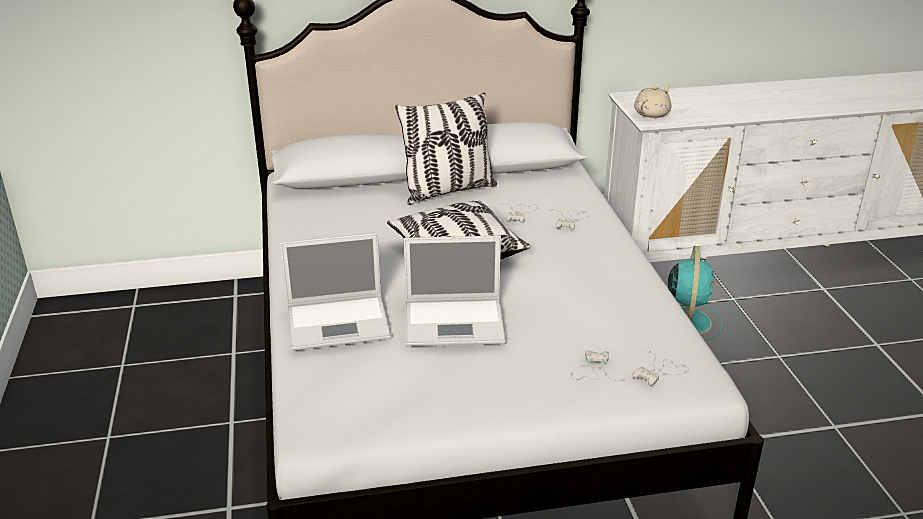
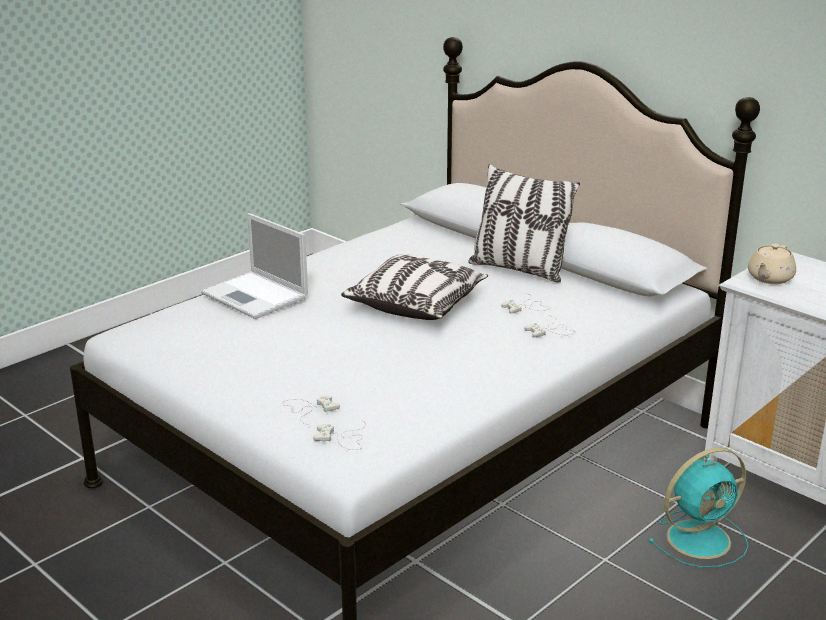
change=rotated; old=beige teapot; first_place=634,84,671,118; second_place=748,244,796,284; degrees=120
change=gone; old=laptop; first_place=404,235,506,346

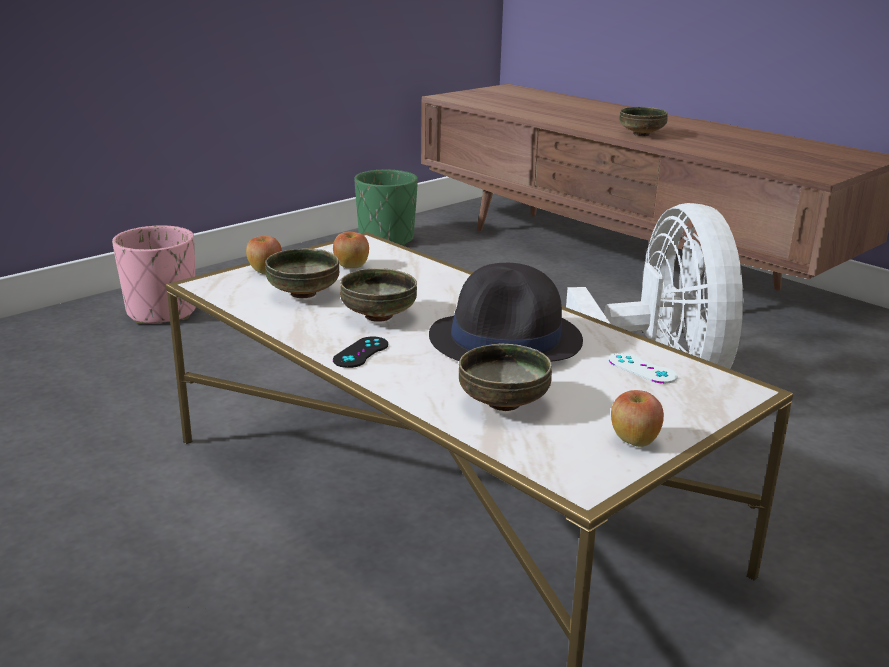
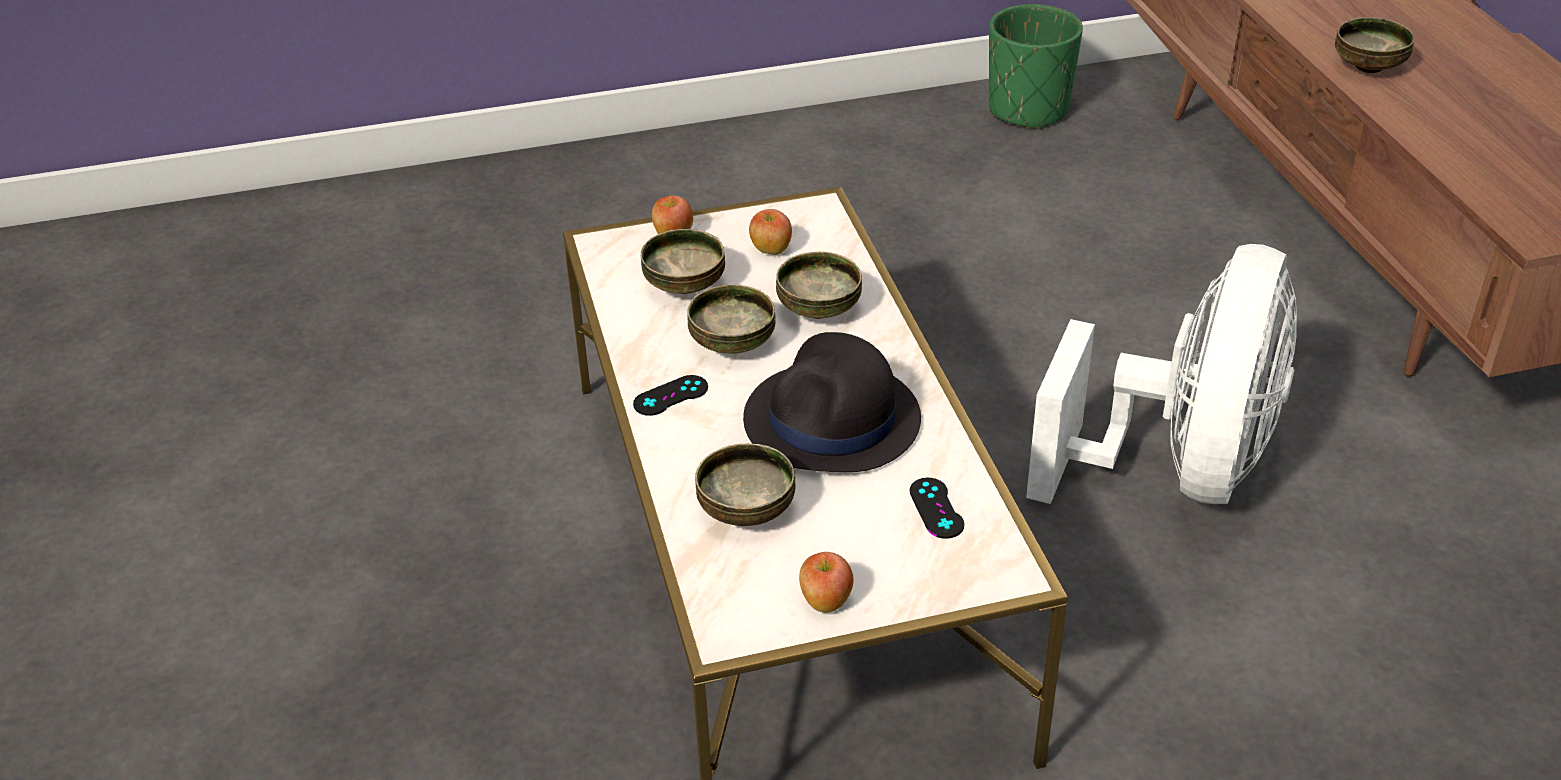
change=new; new=bowl; second_place=776,252,862,319
change=repainted; old=white game controller; new=black game controller; first_place=609,353,678,384; second_place=909,478,964,539
change=gone; old=pink planter; first_place=112,225,196,324

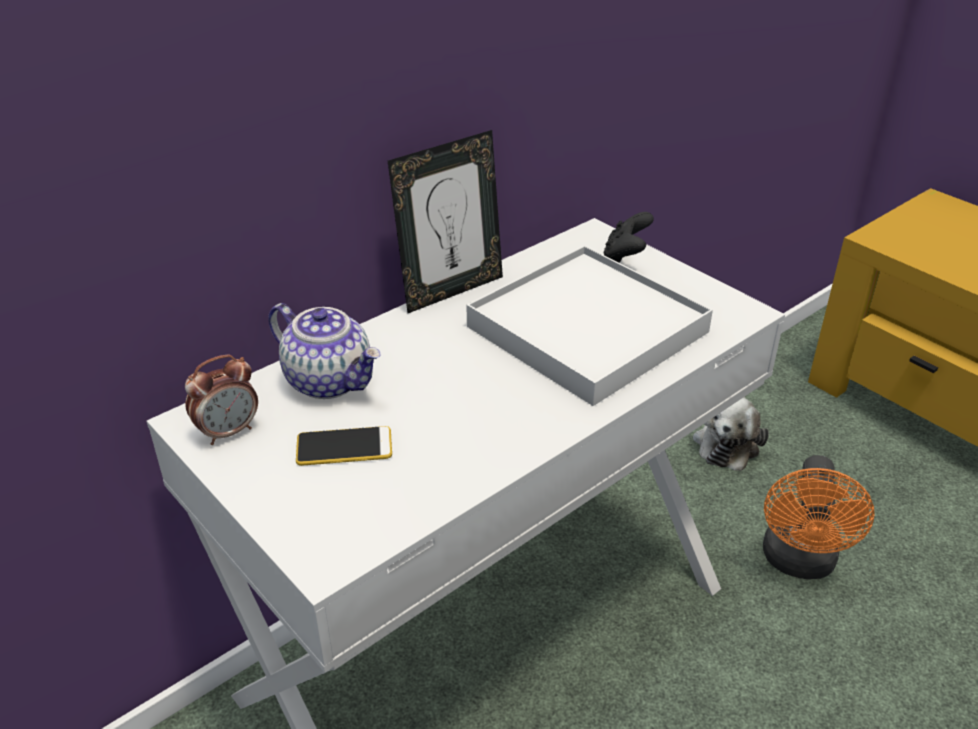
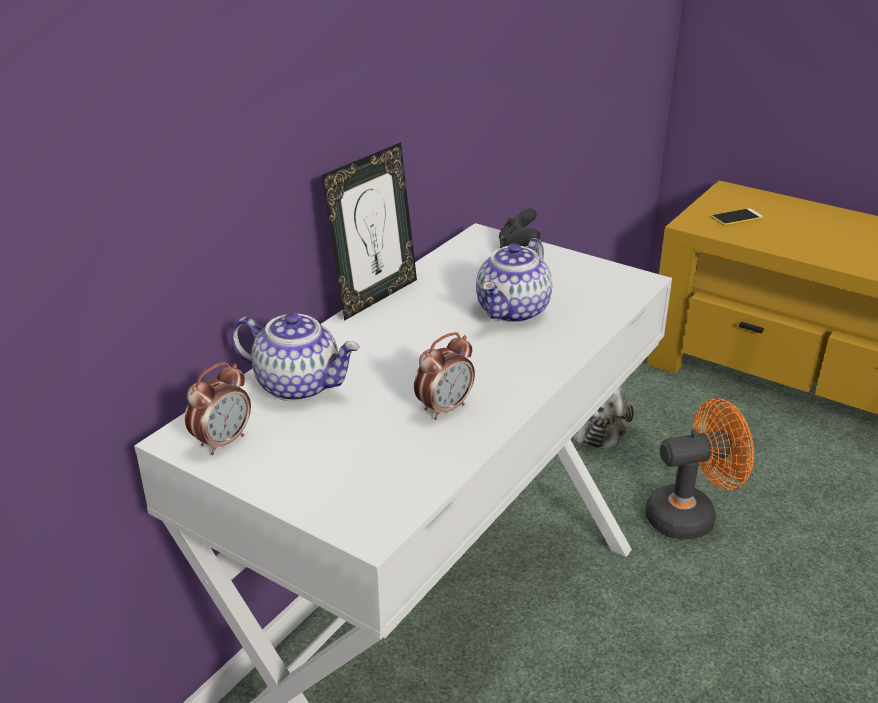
change=new; new=alarm clock; second_place=414,332,475,420
change=swapped; old=white tray; new=teapot; first_place=467,245,713,406; second_place=476,238,552,323
change=rotated; old=orange fan; first_place=763,455,875,579; second_place=645,398,754,540; degrees=-105
change=shifted; old=phone; first_place=296,426,392,466; second_place=711,208,764,226

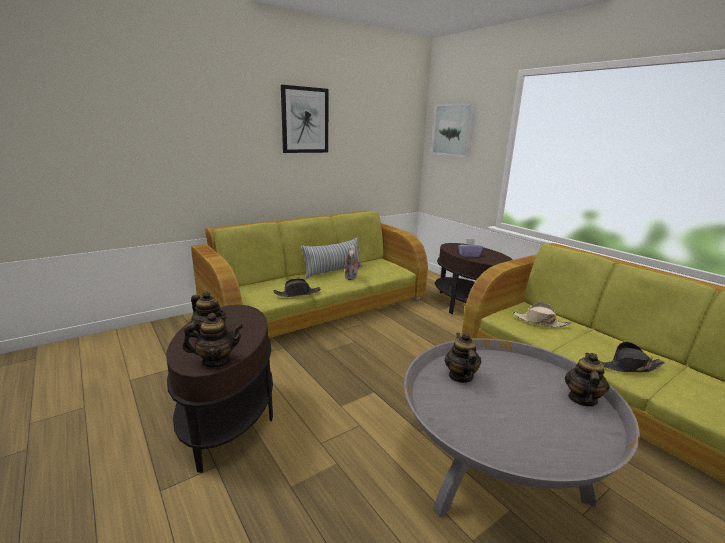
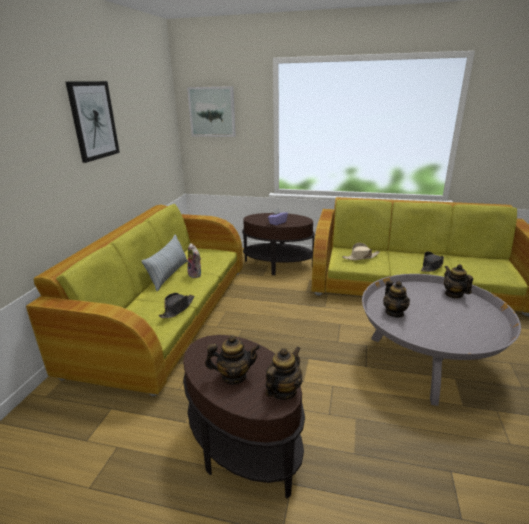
change=rotated; old=teapot; first_place=445,333,481,383; second_place=383,281,410,318; degrees=-150

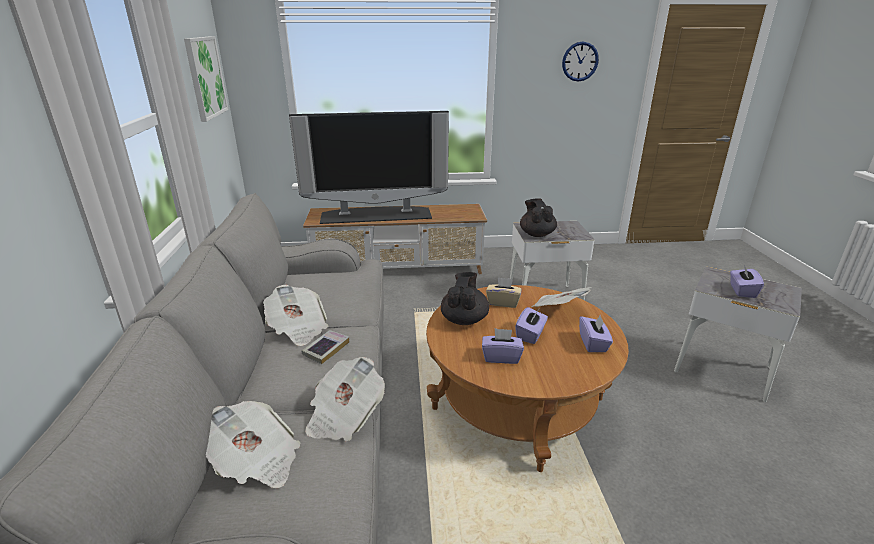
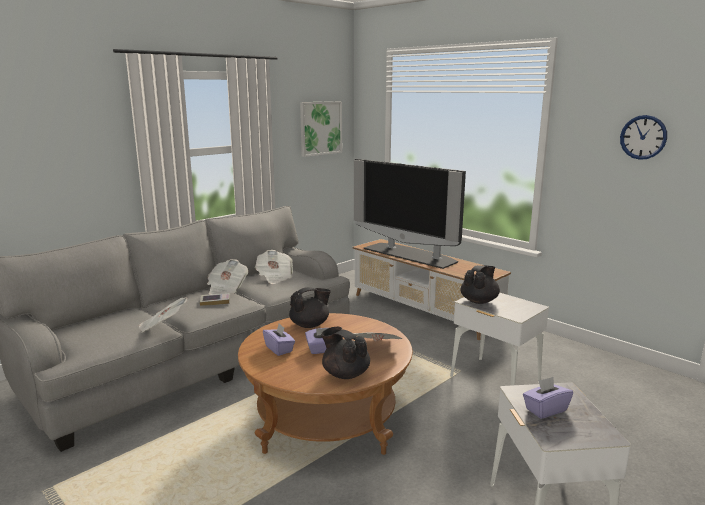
change=shifted; old=newspaper; first_place=206,401,300,488; second_place=255,250,293,284
change=swapped; old=purple tissue box; new=black teapot; first_place=579,315,613,352; second_place=321,327,370,379
change=gone; old=beige tissue box; first_place=486,277,521,308

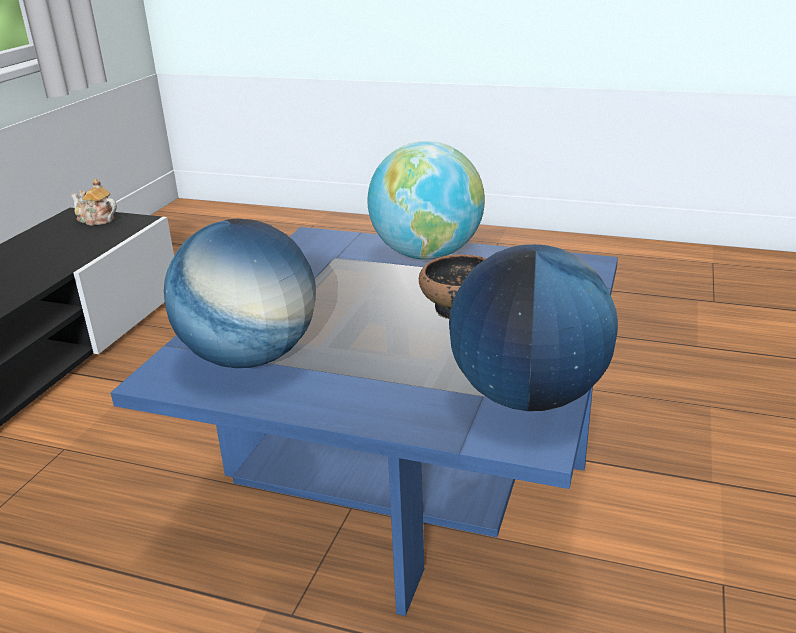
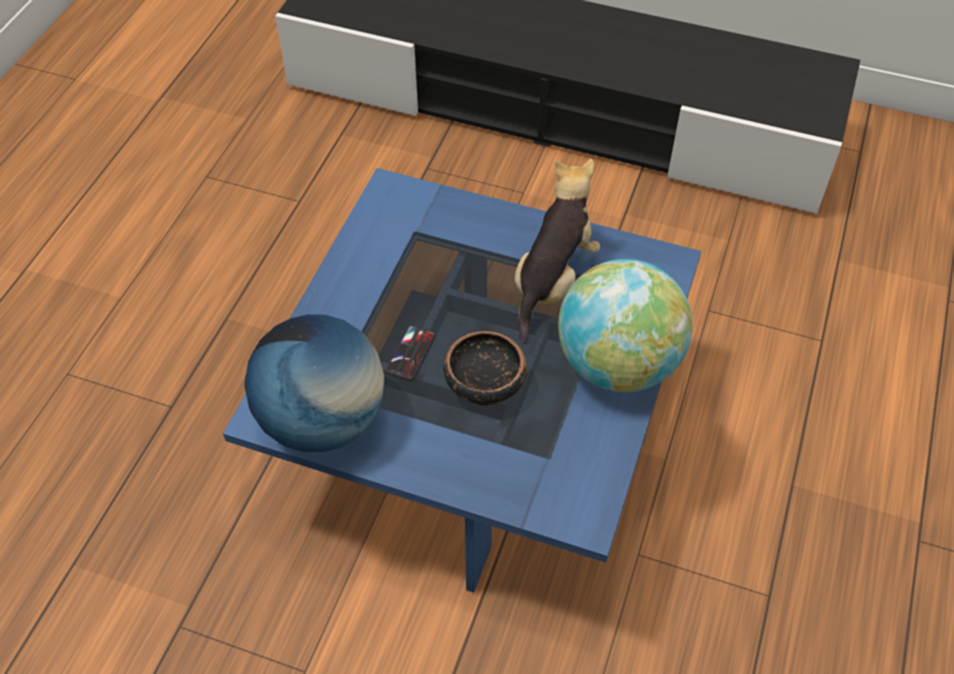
change=new; new=phone; second_place=386,325,435,381
change=new; new=plush toy; second_place=515,159,600,344
change=gone; old=teapot; first_place=70,179,117,226
change=gone; old=globe; first_place=164,219,316,368

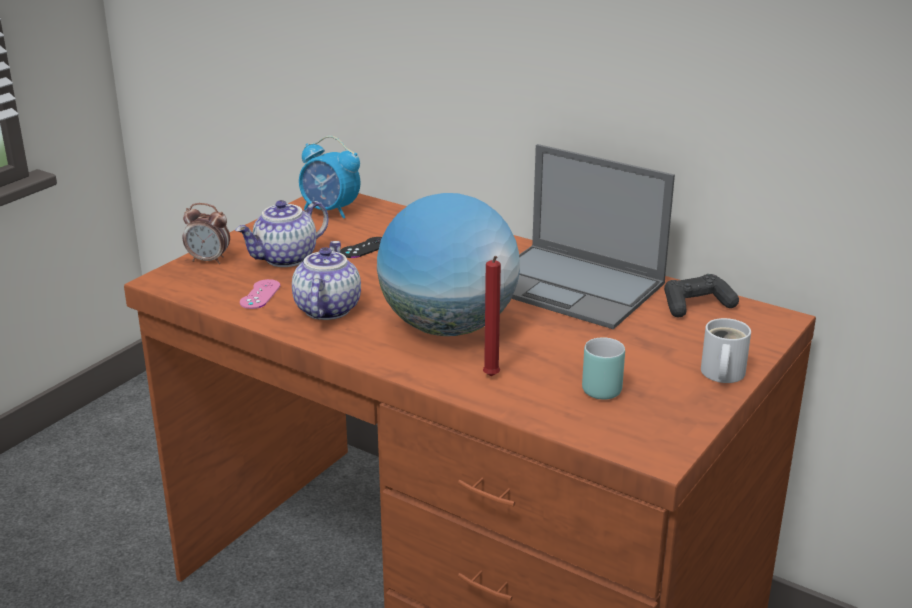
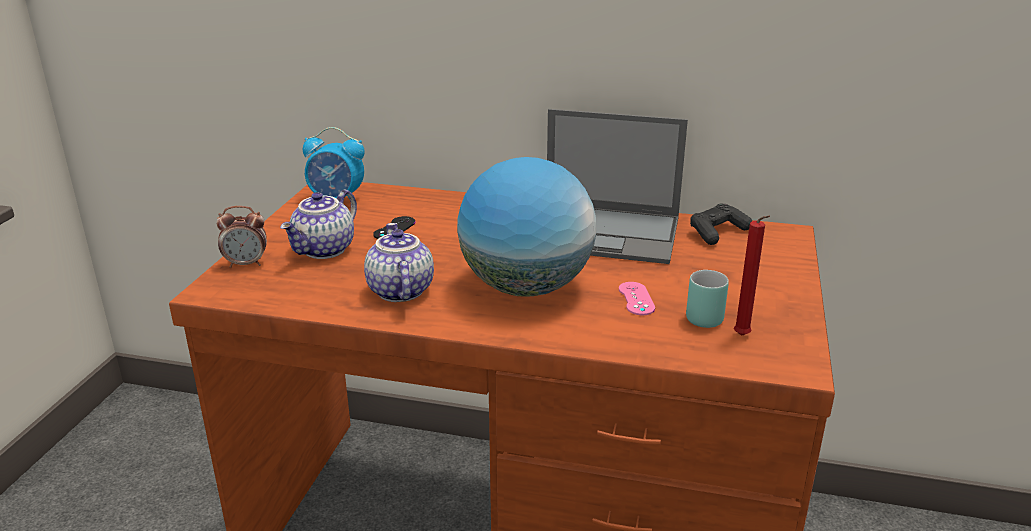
change=shifted; old=pink game controller; first_place=240,279,280,309; second_place=619,282,655,315
change=shifted; old=red candle; first_place=483,256,501,376; second_place=734,215,770,336
change=gone; old=white mug; first_place=701,318,751,383

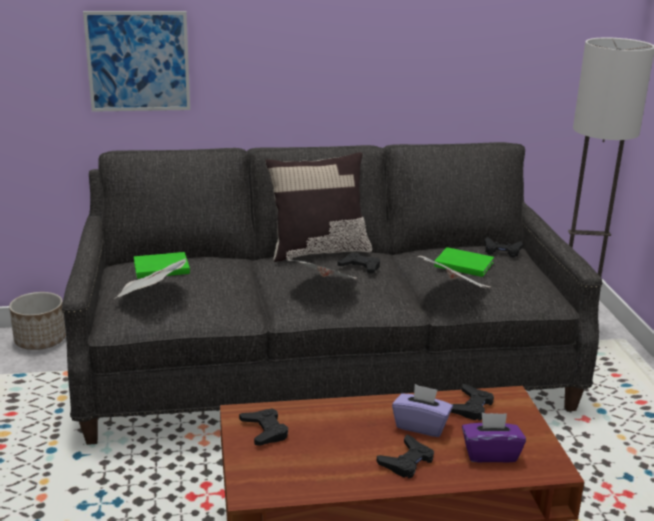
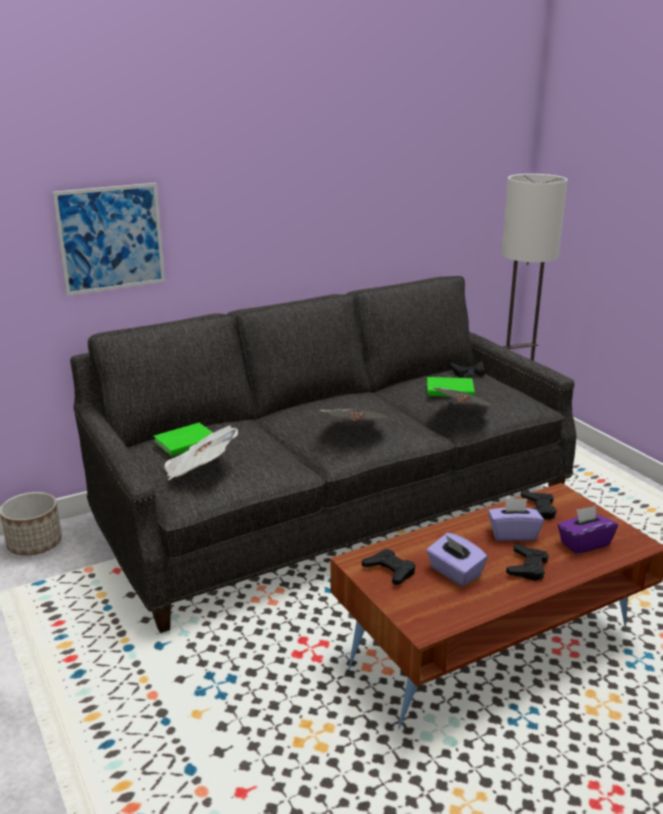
change=new; new=purple tissue box; second_place=427,533,488,586
change=gone; old=pillow; first_place=265,152,372,262
change=gone; old=black game controller; first_place=337,253,380,274

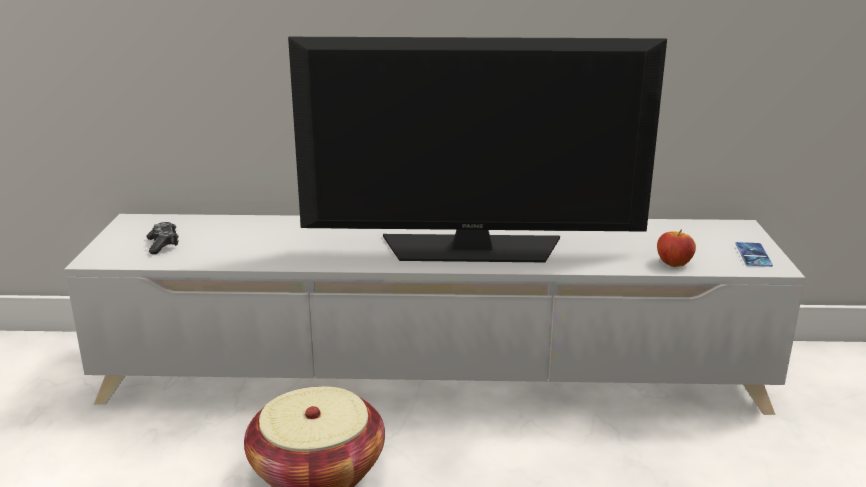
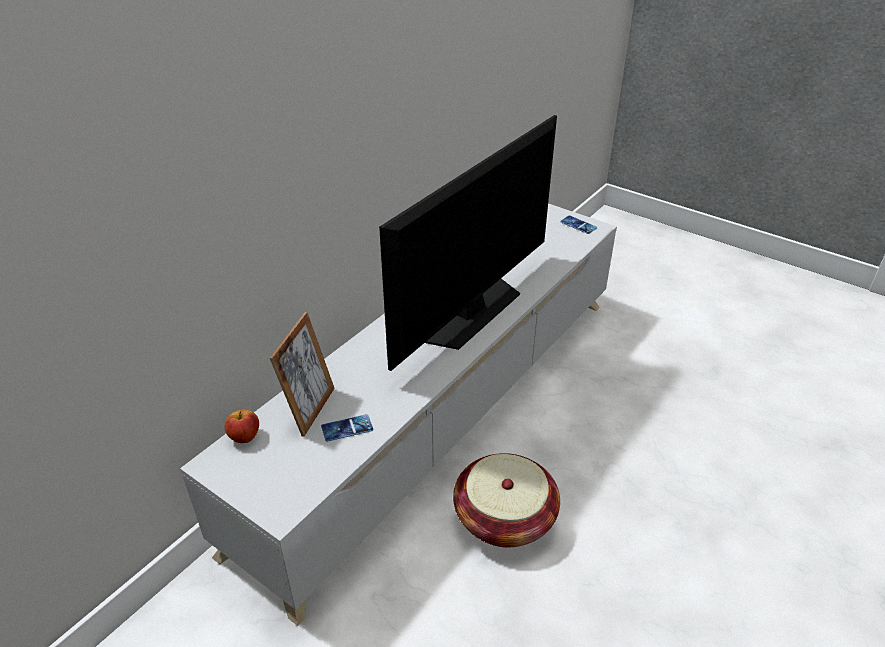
change=shifted; old=apple; first_place=657,229,696,267; second_place=224,410,259,443
change=new; new=picture frame; second_place=270,312,334,437
change=new; new=phone; second_place=321,414,373,442
change=gone; old=game controller; first_place=146,222,179,254

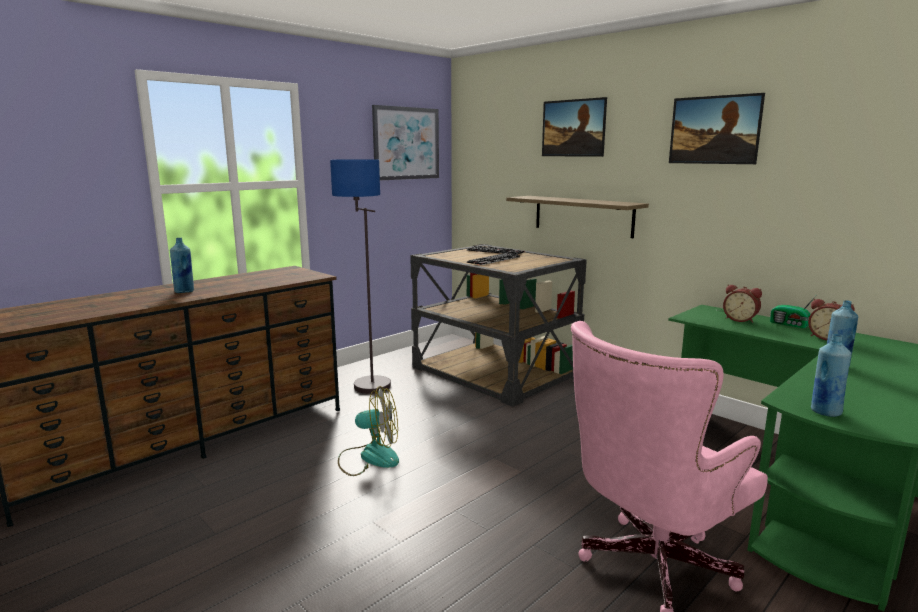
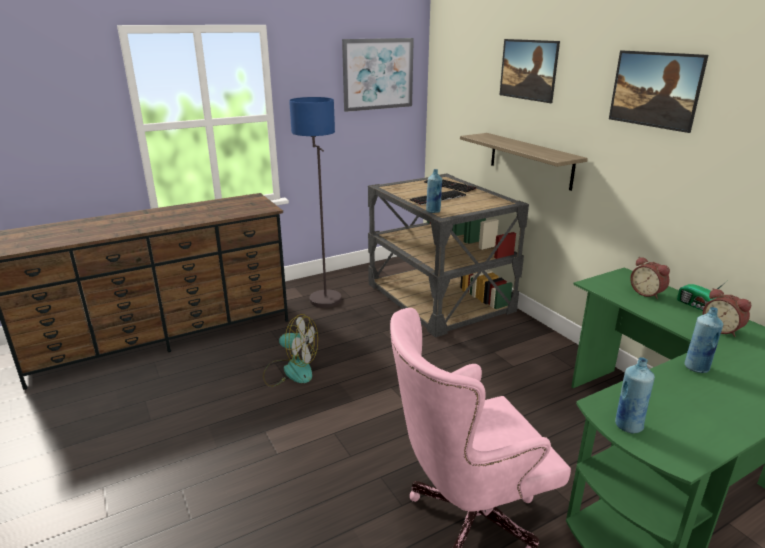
change=shifted; old=blue bottle; first_place=170,238,194,293; second_place=426,169,442,213

